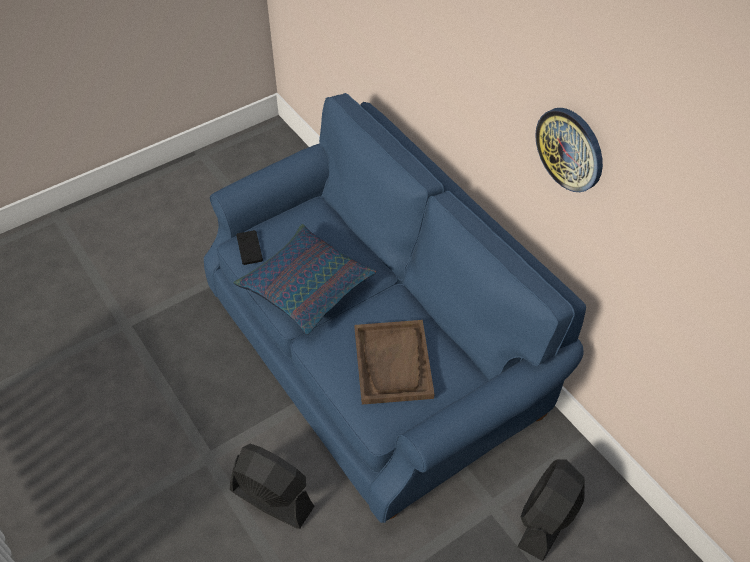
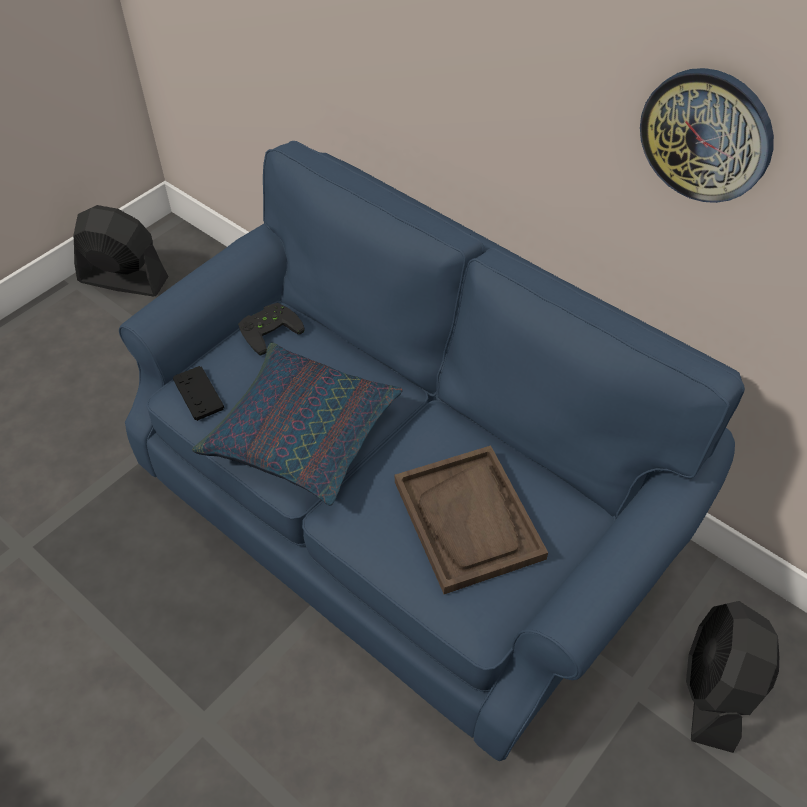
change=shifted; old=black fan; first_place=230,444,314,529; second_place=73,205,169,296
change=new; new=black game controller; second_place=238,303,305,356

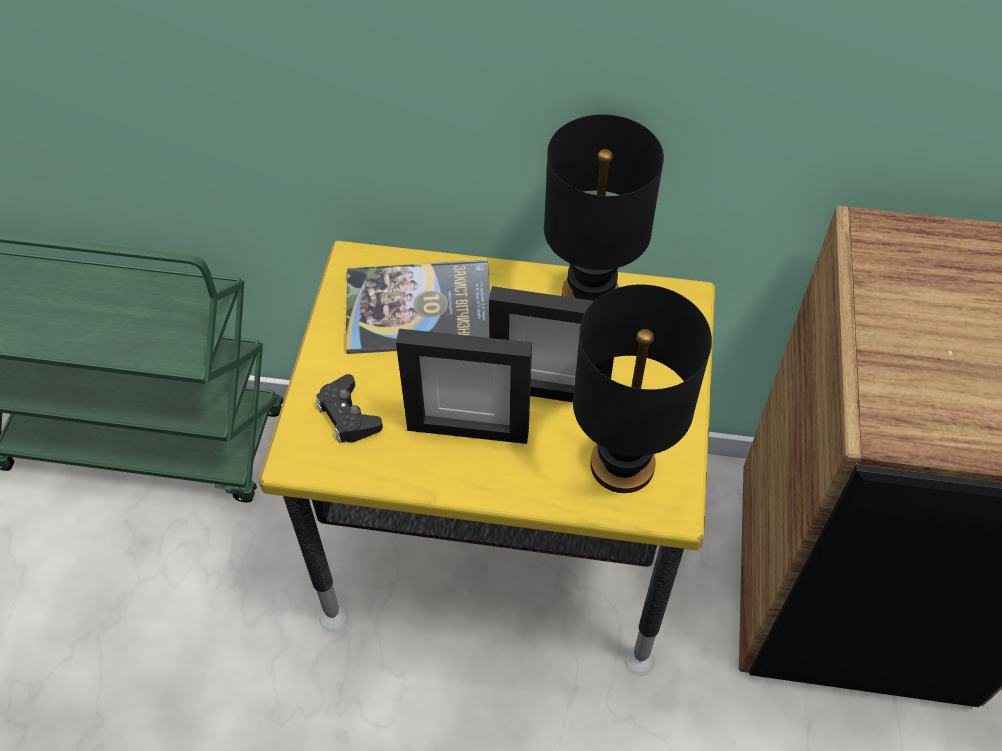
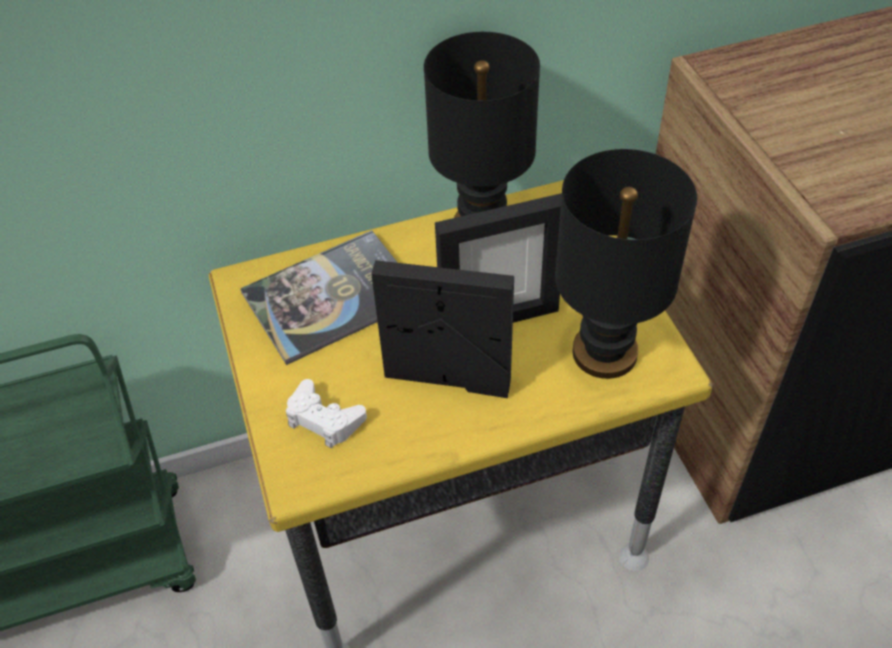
change=repainted; old=black game controller; new=white game controller; first_place=316,374,383,443; second_place=286,379,367,448
change=rotated; old=picture frame; first_place=396,329,532,444; second_place=371,260,514,398; degrees=-150

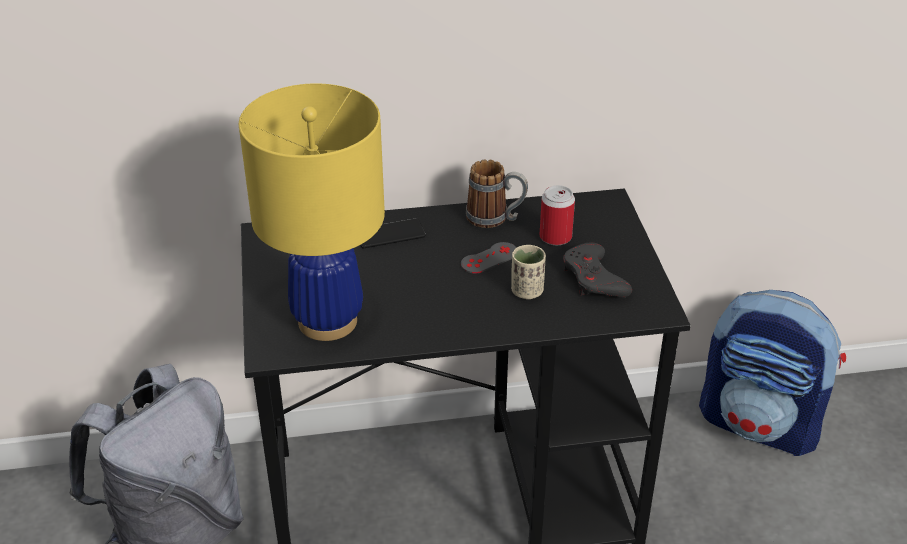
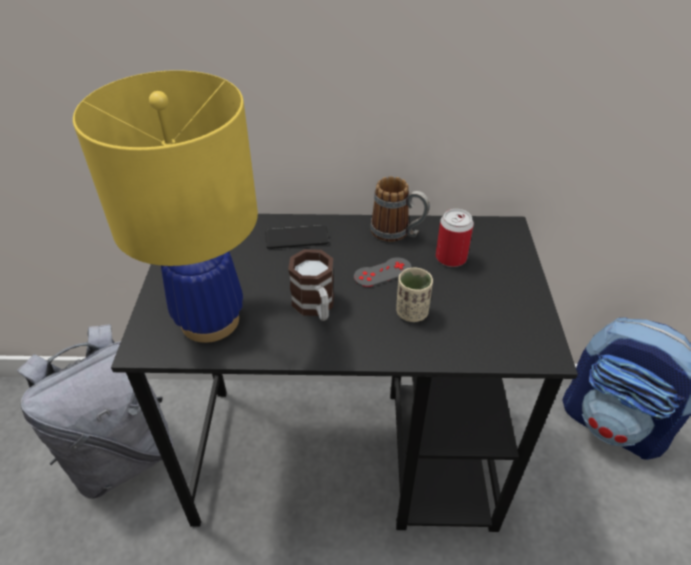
change=new; new=mug; second_place=288,249,334,321
change=gone; old=grey game controller; first_place=563,242,632,298

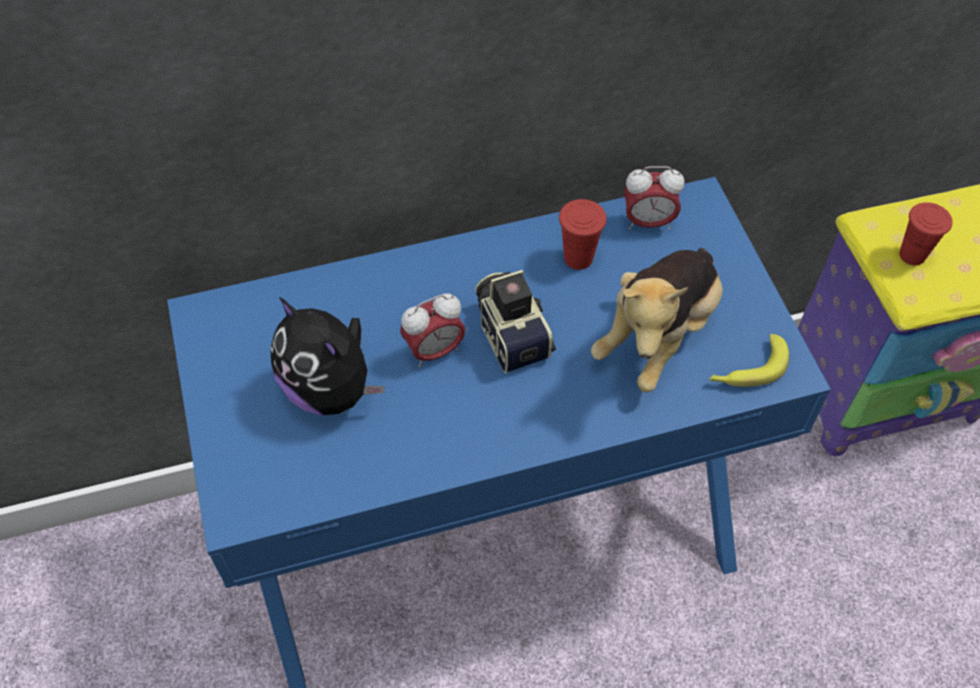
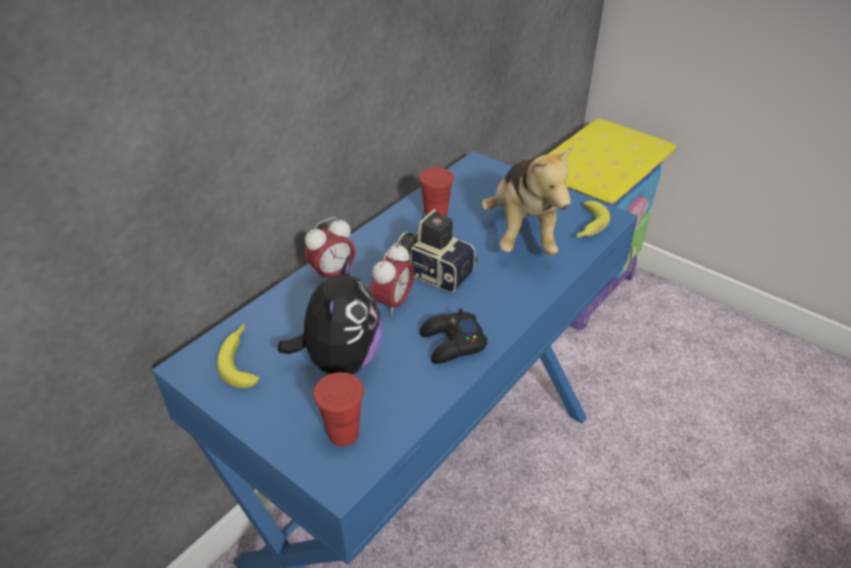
change=new; new=banana; second_place=217,324,259,388
change=rotated; old=plush toy; first_place=270,297,384,415; second_place=278,254,382,374; degrees=-90
change=shifted; old=alarm clock; first_place=624,166,684,230; second_place=305,217,356,284
change=shifted; old=red cup; first_place=899,202,953,265; second_place=313,372,364,447
change=new; new=black game controller; second_place=420,308,488,364

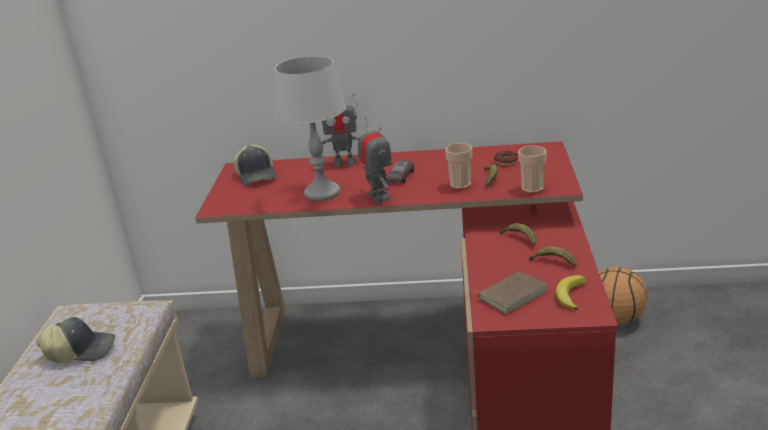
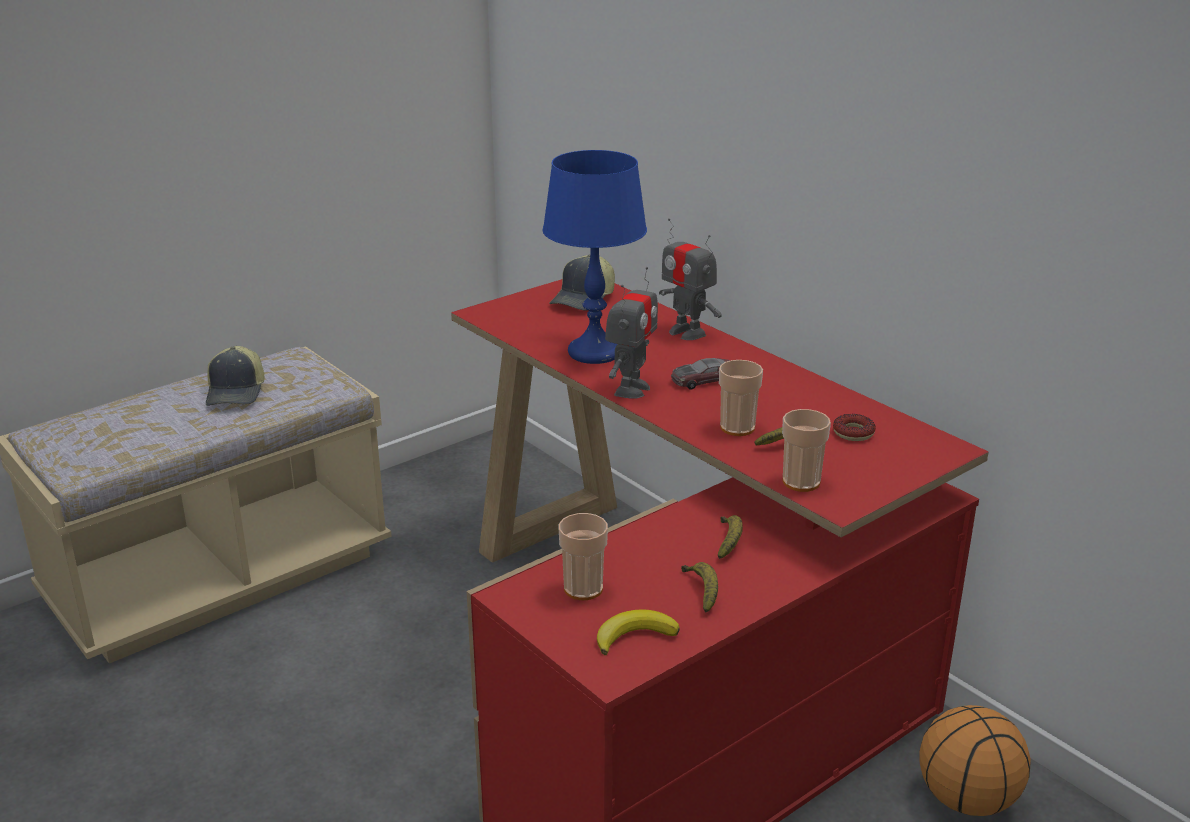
change=rotated; old=cap; first_place=36,317,115,363; second_place=206,346,264,406; degrees=45
change=repainted; old=grey table lamp; new=blue table lamp; first_place=275,56,346,201; second_place=542,150,647,364
change=swapped; old=brown book; new=cup; first_place=470,271,547,314; second_place=559,513,608,600

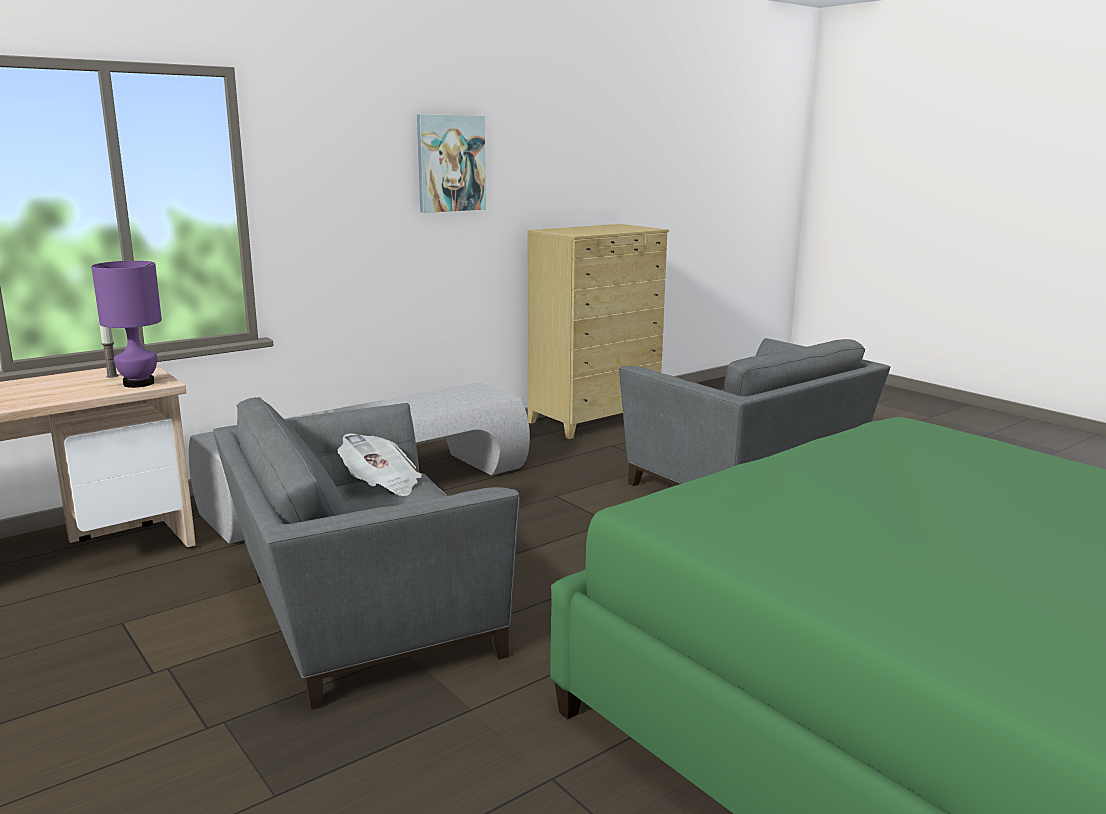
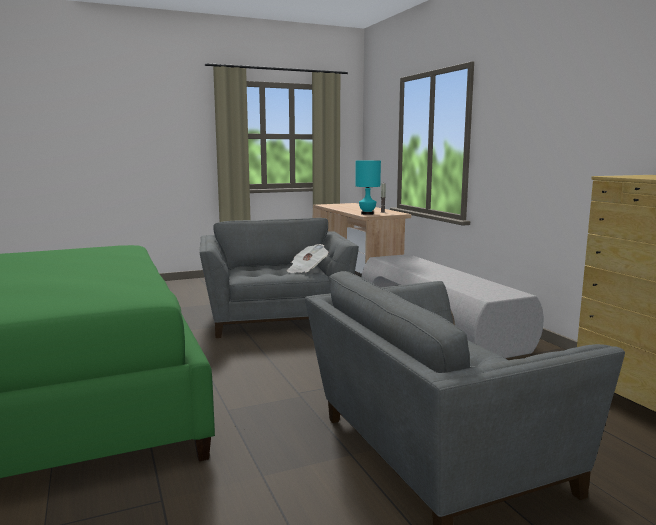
change=repainted; old=purple table lamp; new=turquoise table lamp; first_place=91,261,162,388; second_place=355,160,381,215
change=gone; old=picture; first_place=417,114,486,213

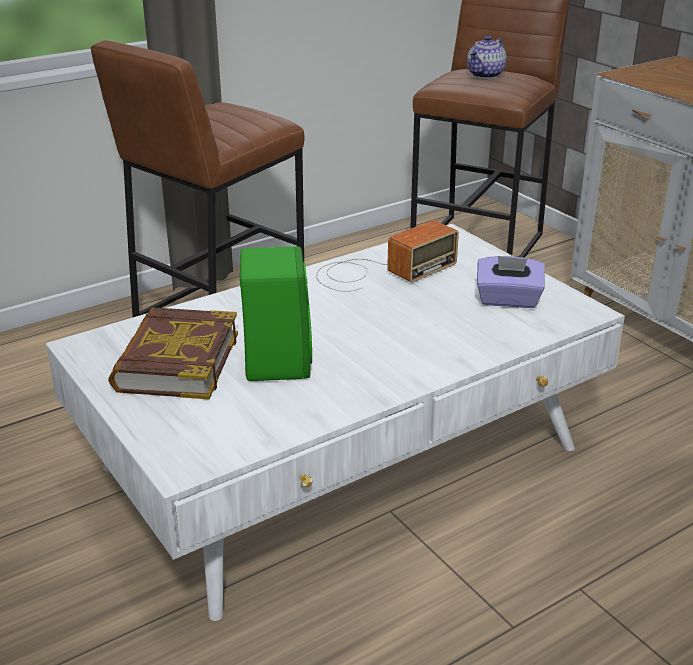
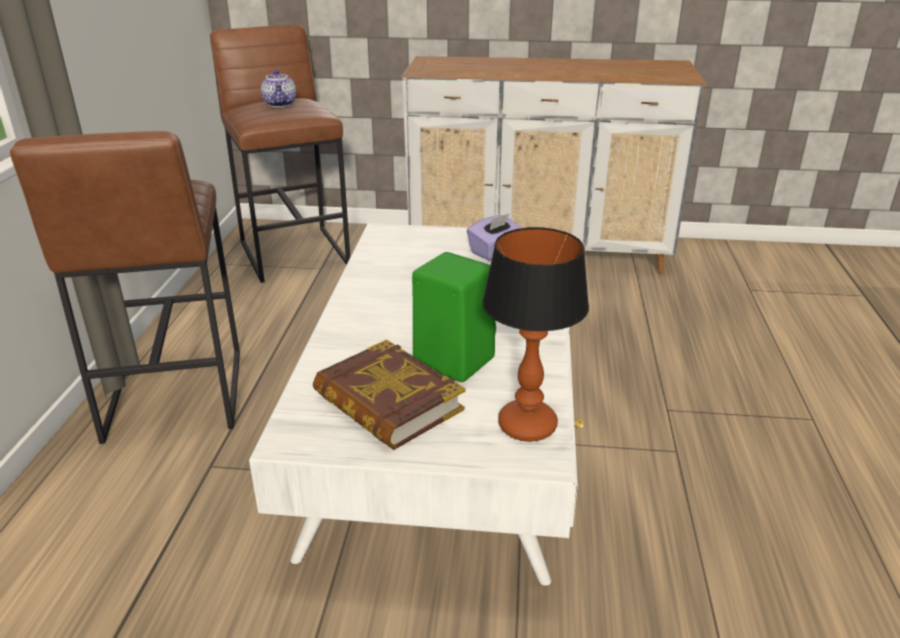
change=new; new=table lamp; second_place=482,227,589,442
change=gone; old=radio; first_place=316,220,459,292

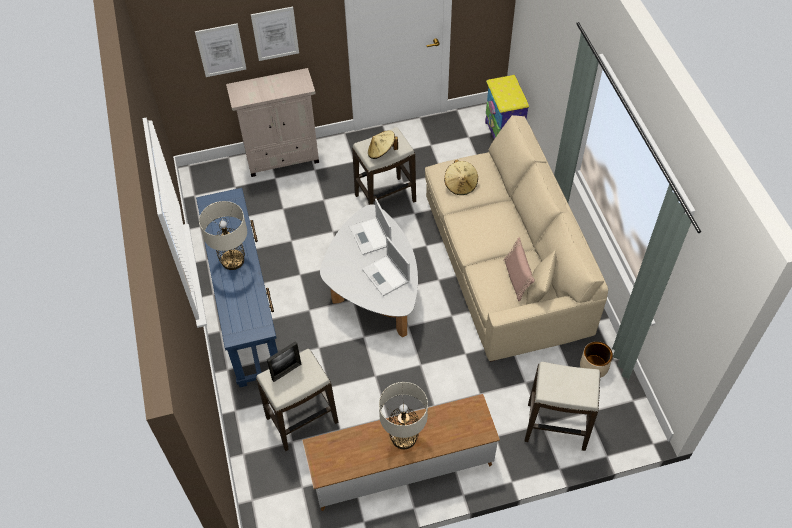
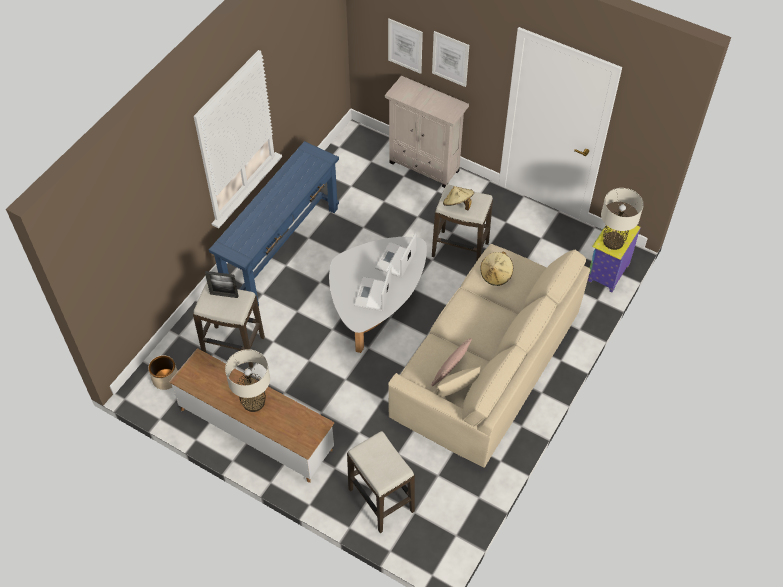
change=shifted; old=beige planter; first_place=580,341,613,378; second_place=148,355,178,390
change=shifted; old=table lamp; first_place=199,201,247,270; second_place=601,188,644,250

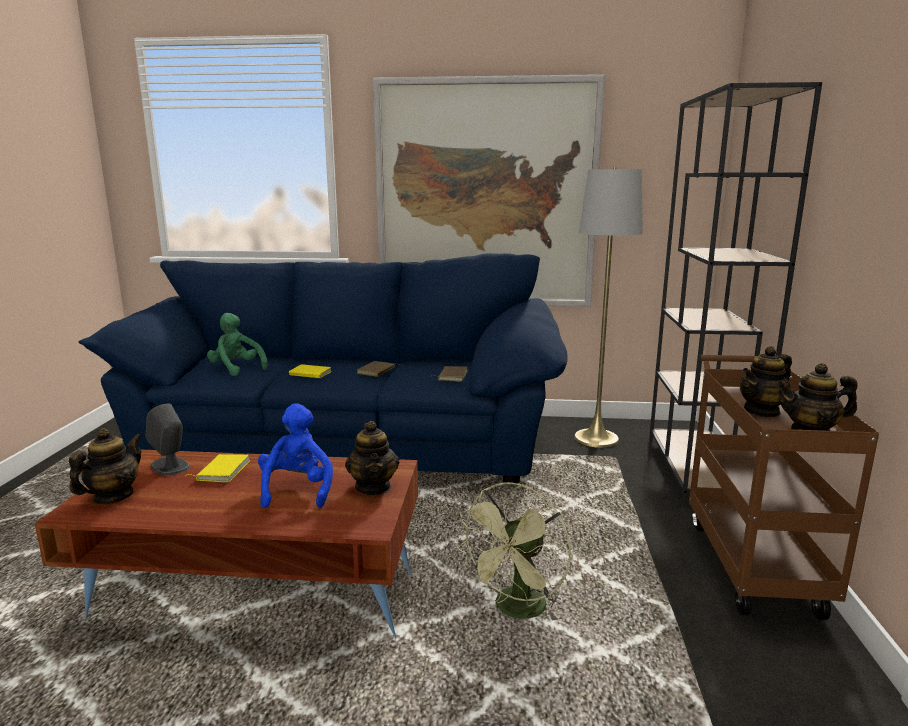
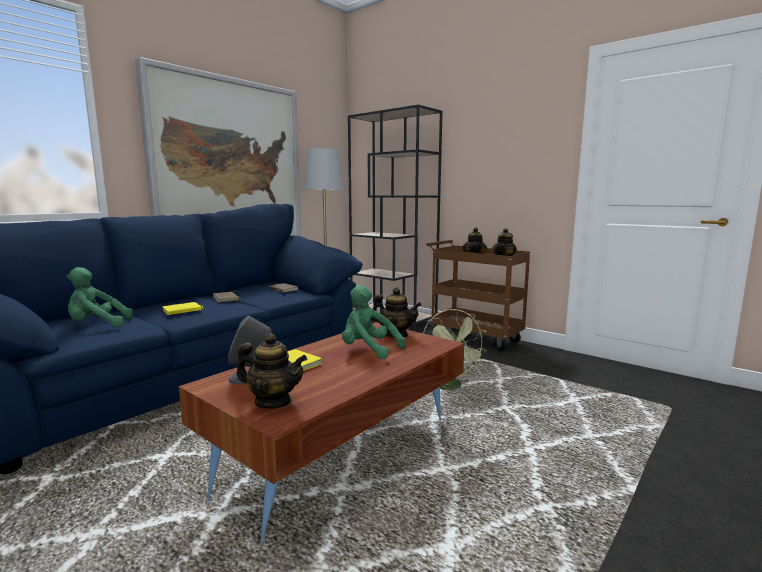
change=rotated; old=teapot; first_place=69,428,142,504; second_place=236,333,307,409; degrees=135
change=repainted; old=blue plush toy; new=green plush toy; first_place=258,403,333,508; second_place=342,285,406,359

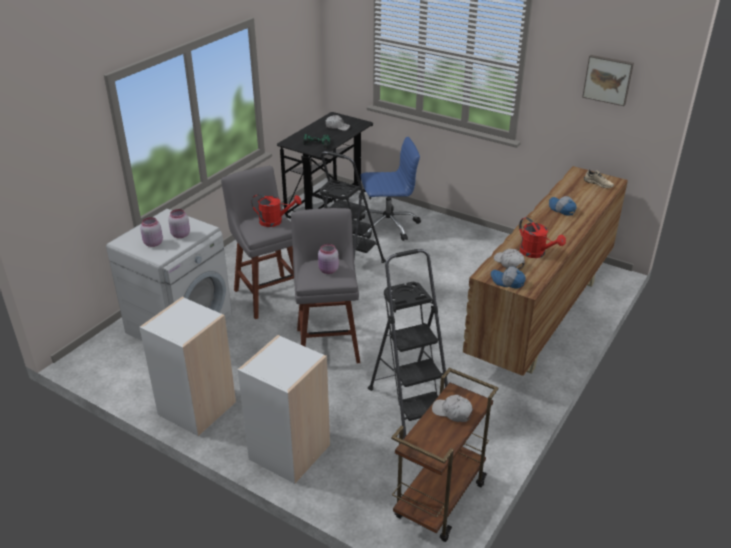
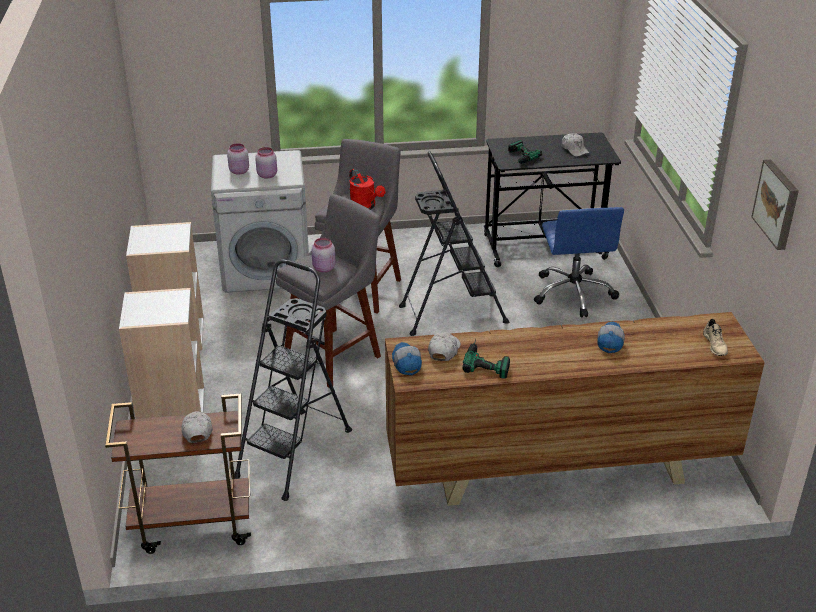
change=swapped; old=red watering can; new=power drill; first_place=519,217,566,258; second_place=462,339,510,379
change=rotated; old=blue office chair; first_place=359,137,421,241; second_place=534,207,624,318; degrees=45

